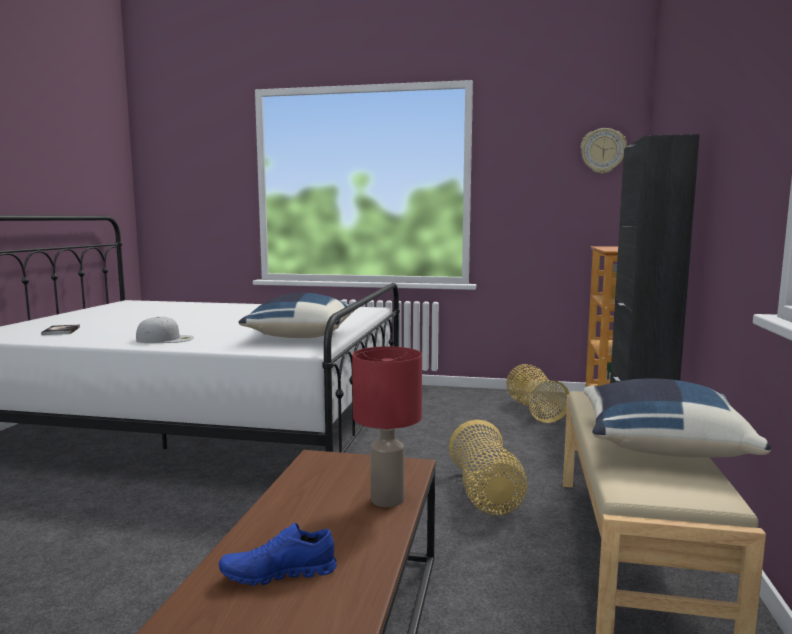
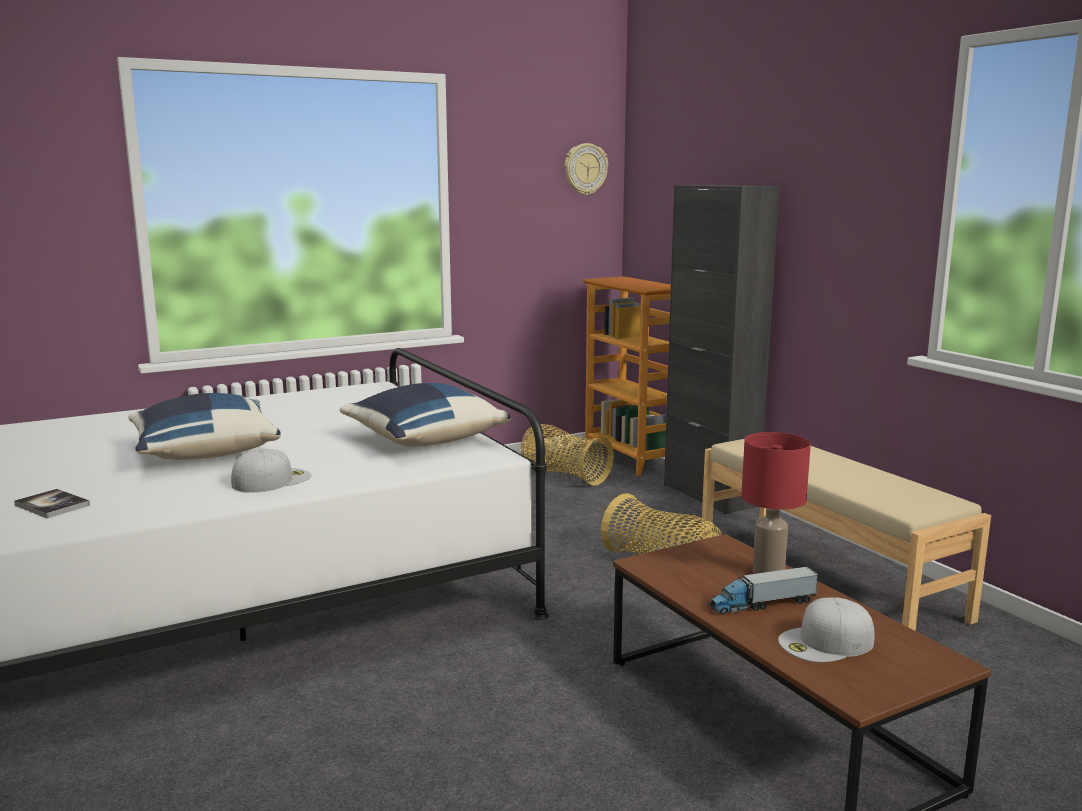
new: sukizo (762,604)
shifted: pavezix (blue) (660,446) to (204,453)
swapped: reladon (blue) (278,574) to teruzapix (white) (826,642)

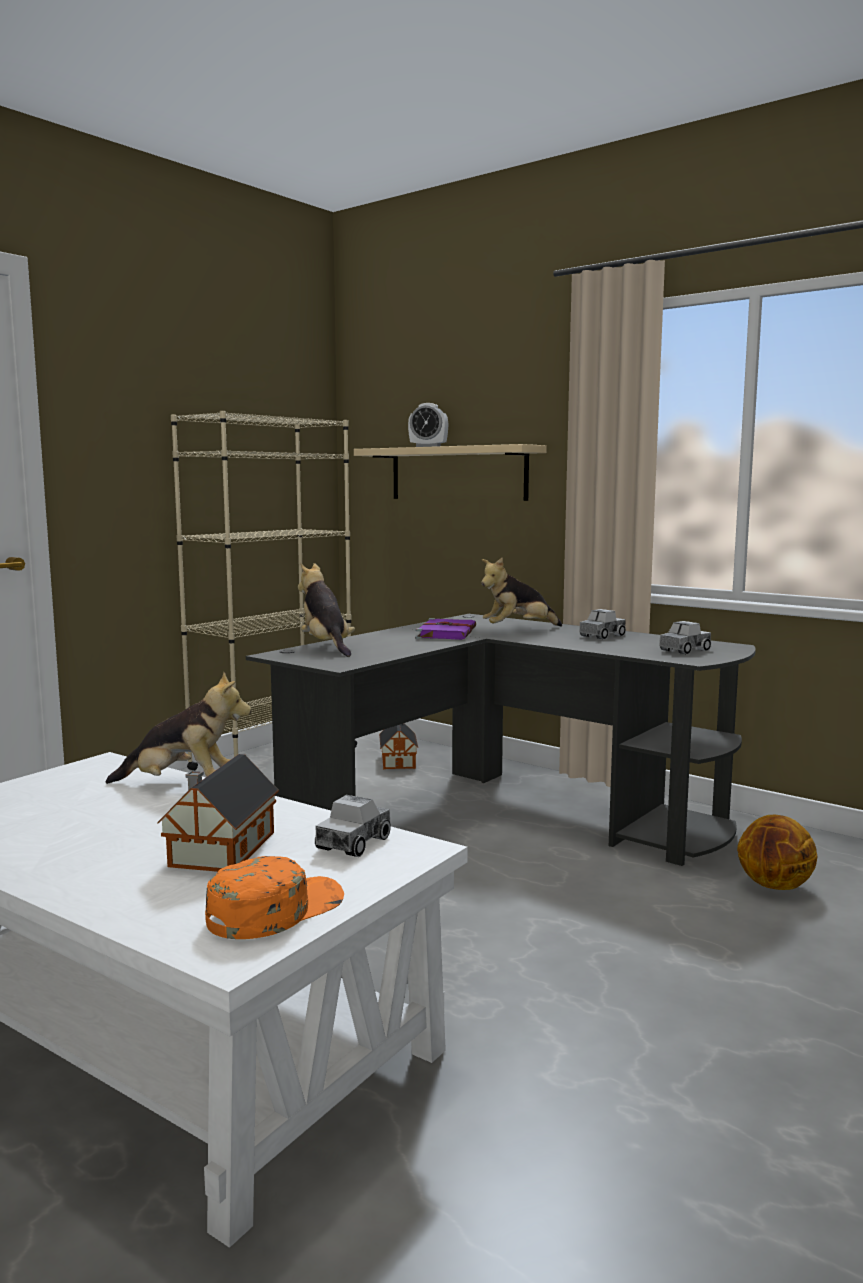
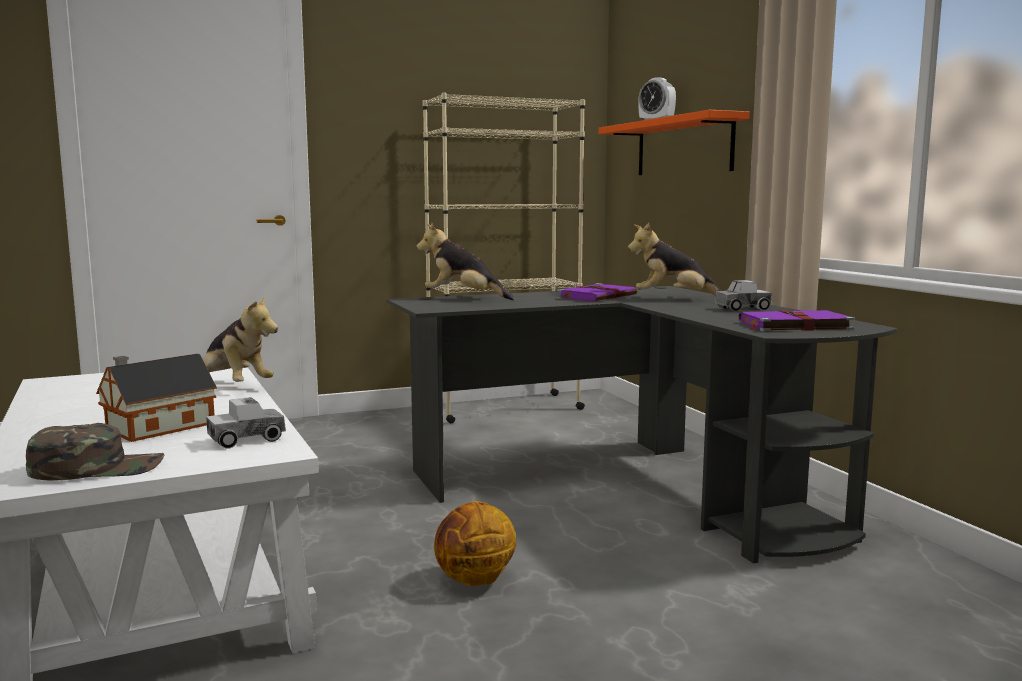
gone: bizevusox (399,760)
shifted: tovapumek (774,886) to (475,581)
swapped: sukizo (684,650) to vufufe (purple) (792,325)
repainted: teruzapix (orange) (275,910) to teruzapix (green) (97,468); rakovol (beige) (457,473) to rakovol (orange) (683,147)
rotated: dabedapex (326,647) = (463,298) 75 degrees counterclockwise

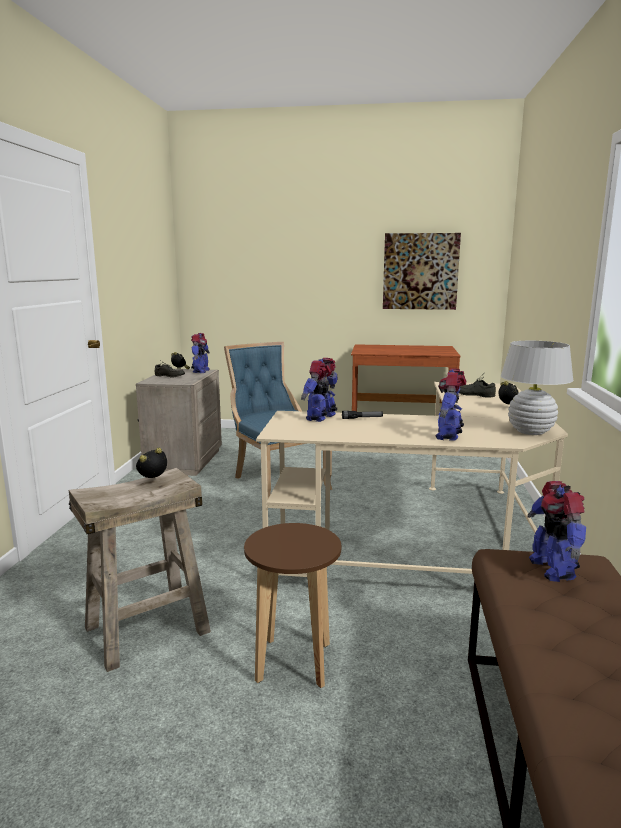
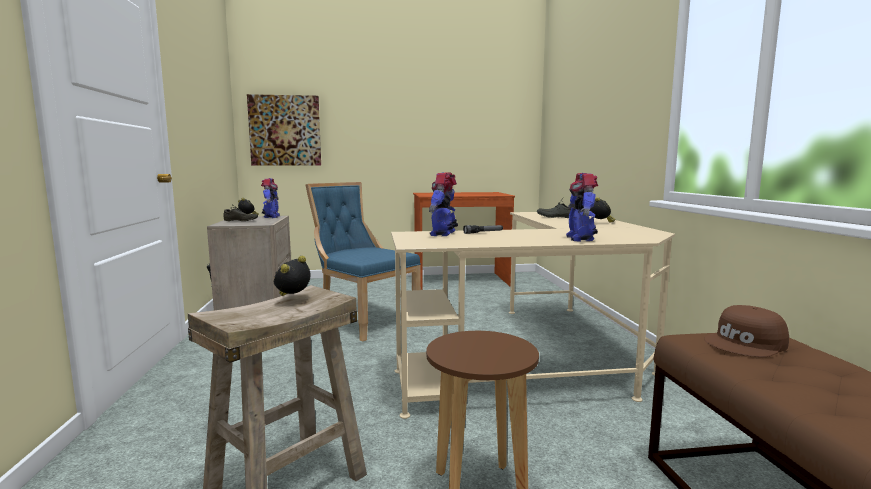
gone: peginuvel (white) (530,431)
shifted: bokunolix (420,271) to (285,130)
swapped: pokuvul (552,568) to teruzapix (brown) (746,343)

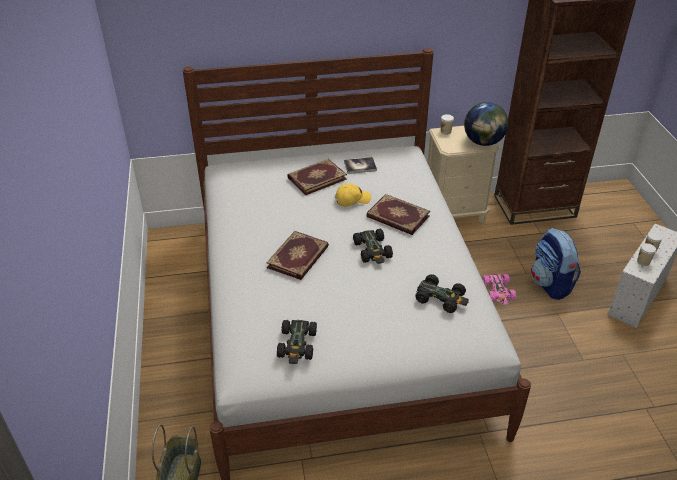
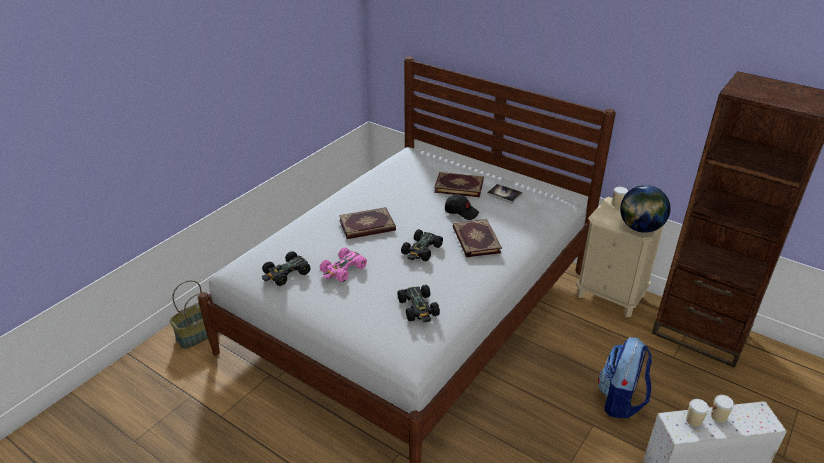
shifted: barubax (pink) (498,292) to (343,269)
repainted: teruzapix (yellow) (352,199) to teruzapix (black) (461,212)

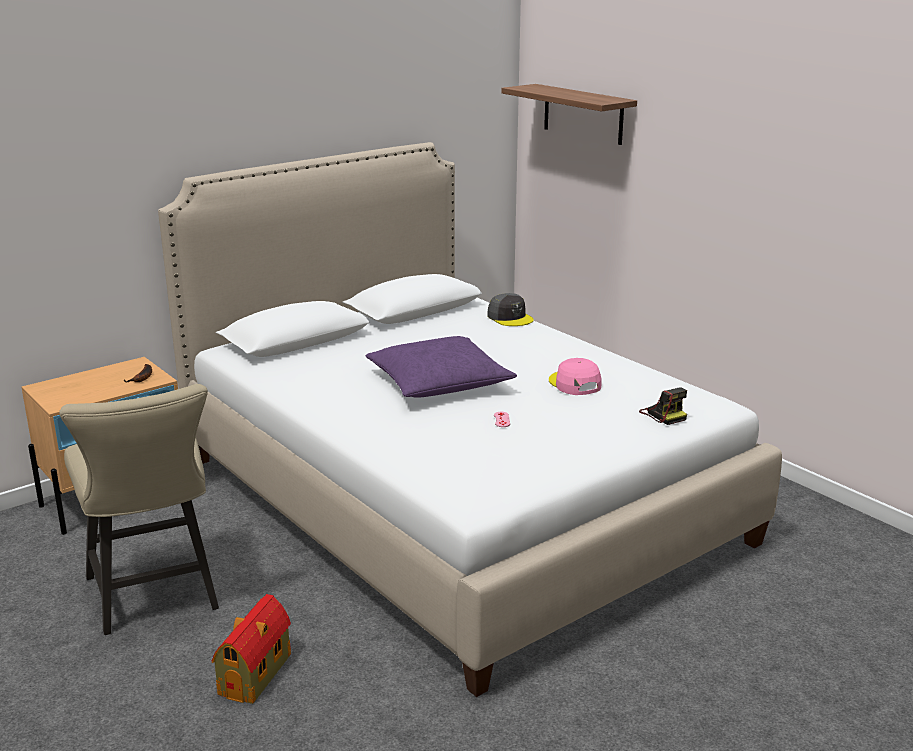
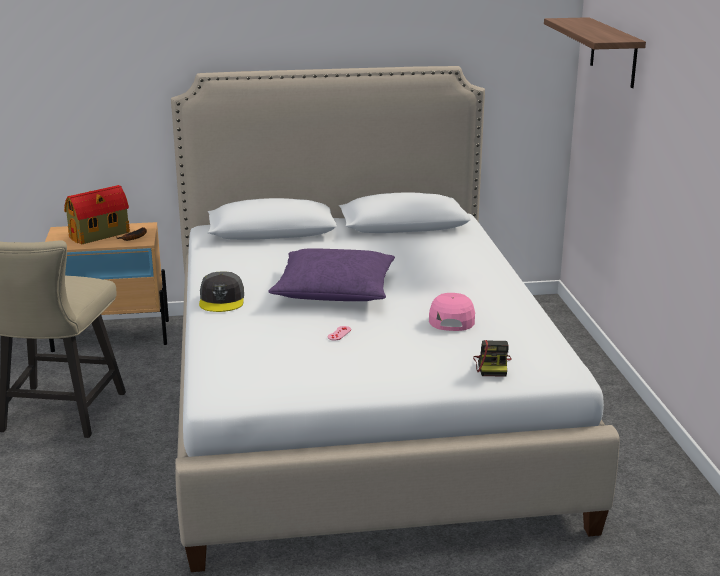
shifted: bizevusox (256,673) to (101,235); teruzapix (grey) (510,317) to (222,300)

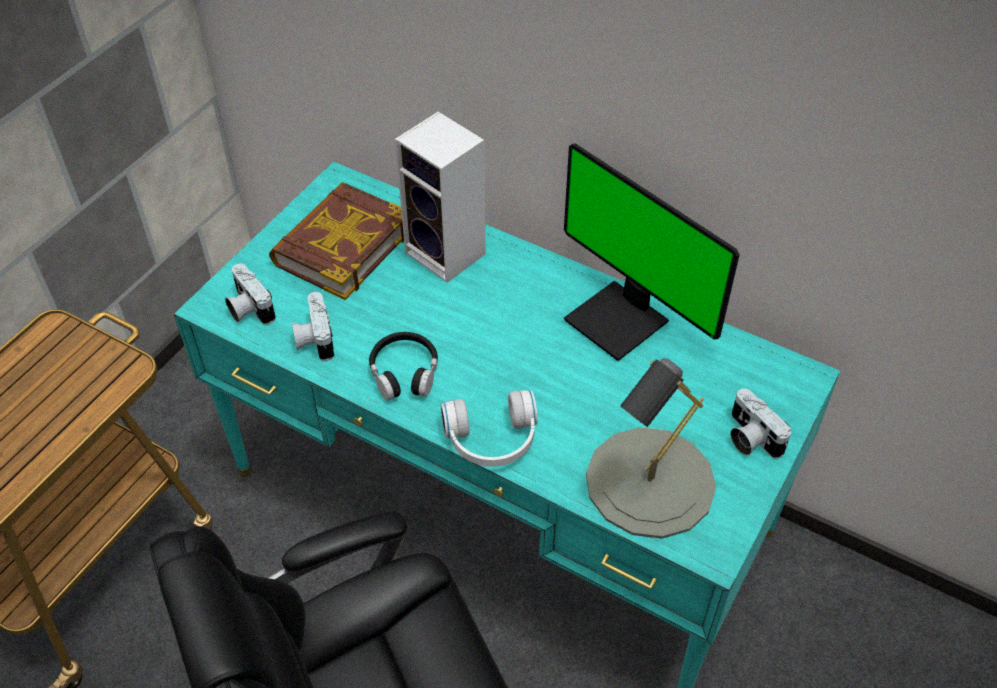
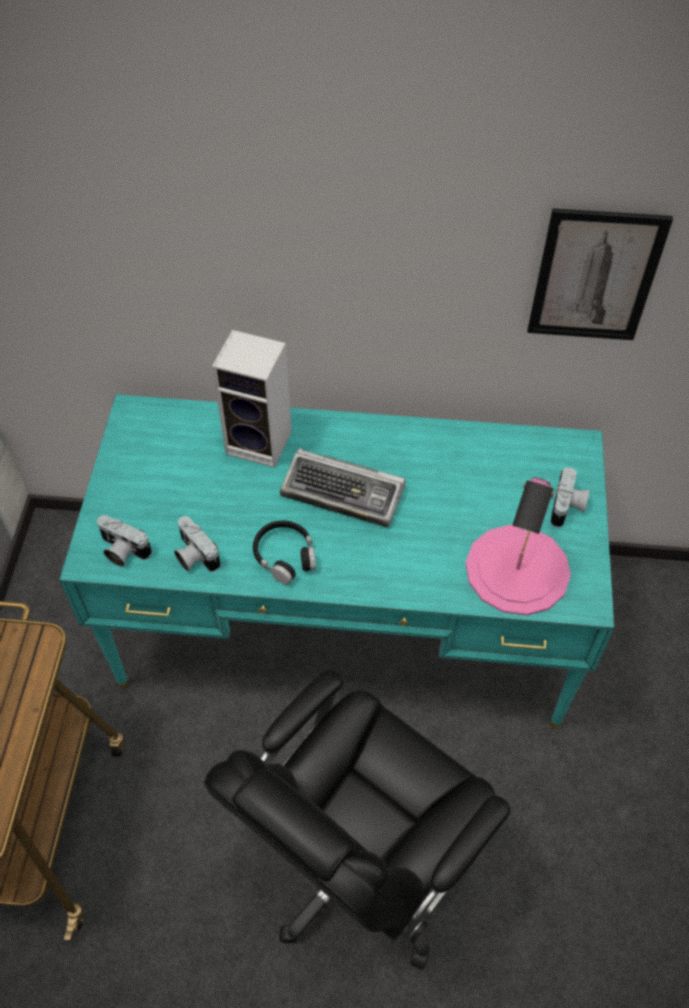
gone: vufufe (342,247); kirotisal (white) (492,441); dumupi (620,320)
new: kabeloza (344,492); bokunolix (595,276)
repainted: peginuvel (grey) (650,482) to peginuvel (pink) (517,570)
rotated: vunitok (749,438) = (568,507) 105 degrees counterclockwise

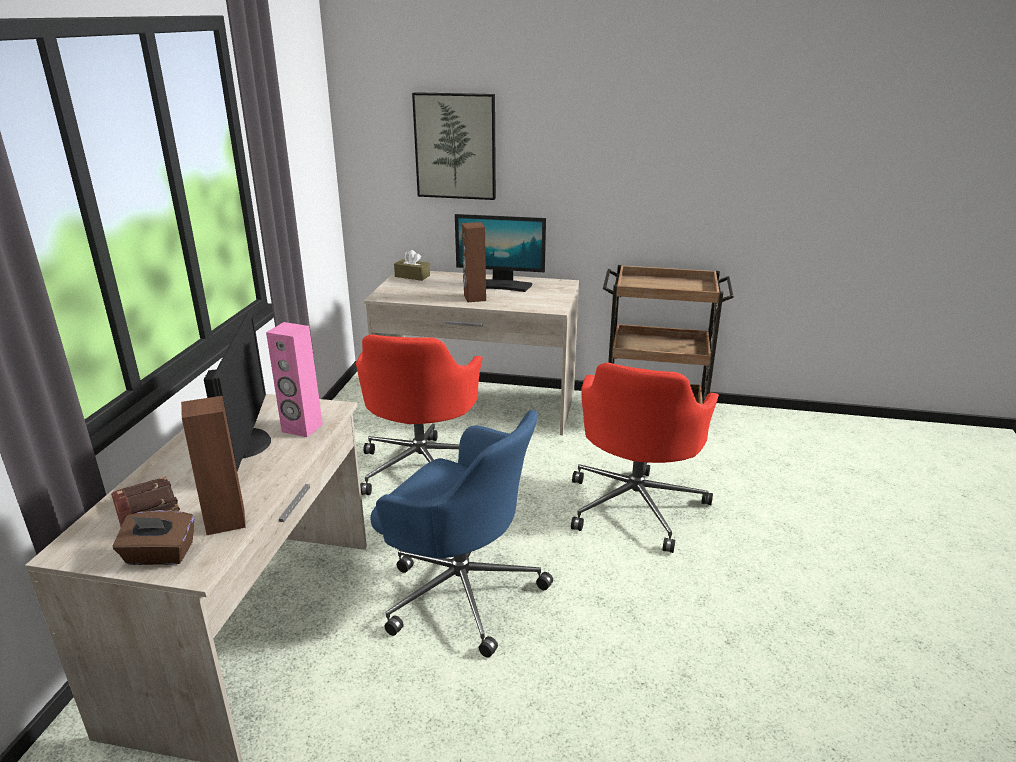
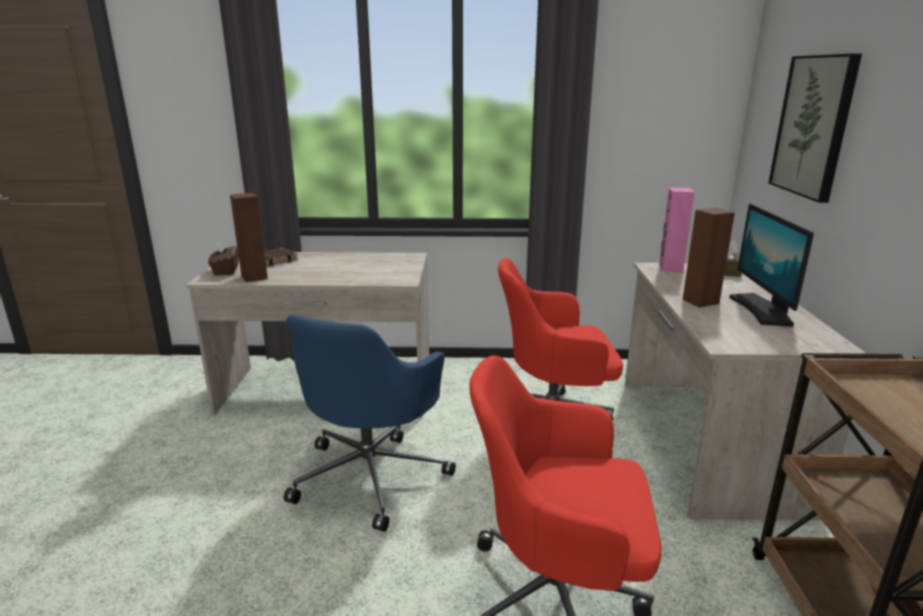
gone: dumupi (245,444)
shifted: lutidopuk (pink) (302,428) to (670,268)

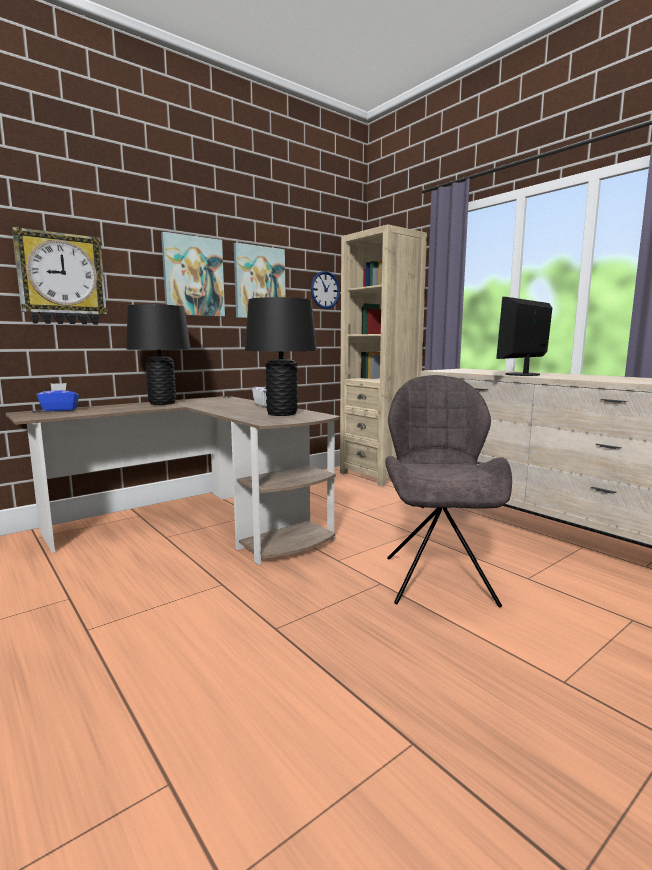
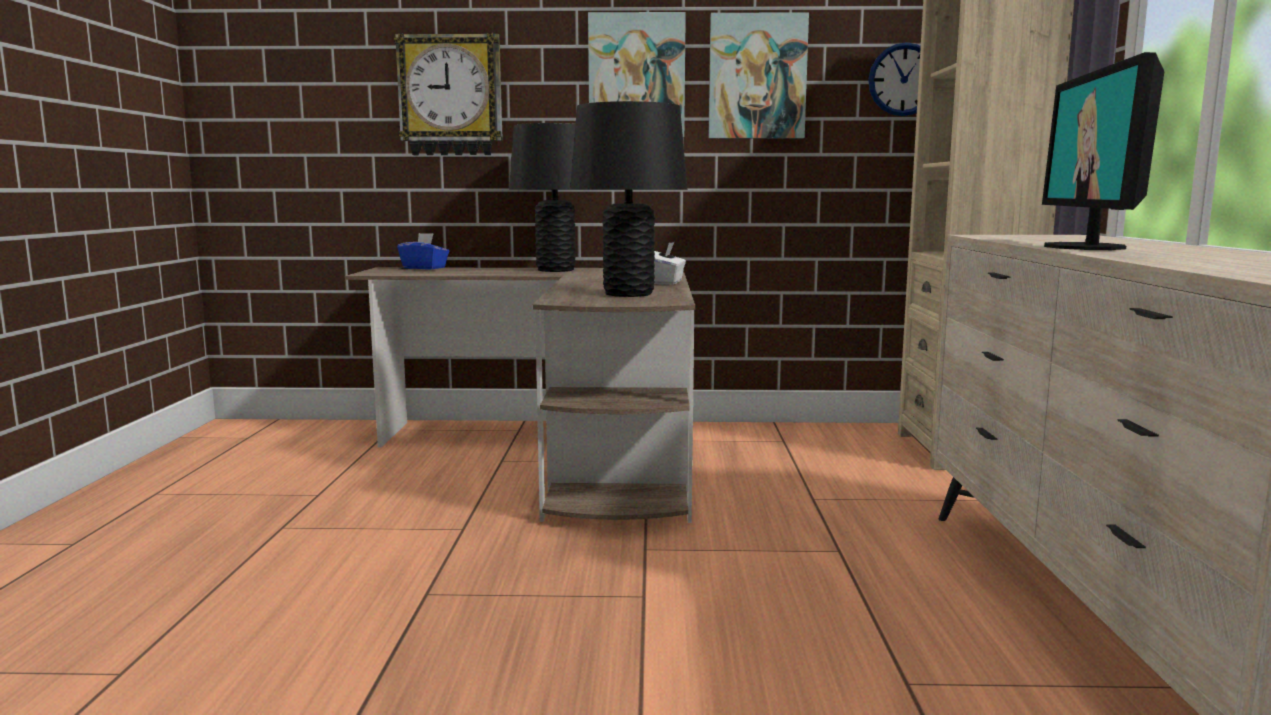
gone: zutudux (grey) (438,578)
rotated: dumupi (523,374) = (1086,247) 75 degrees counterclockwise

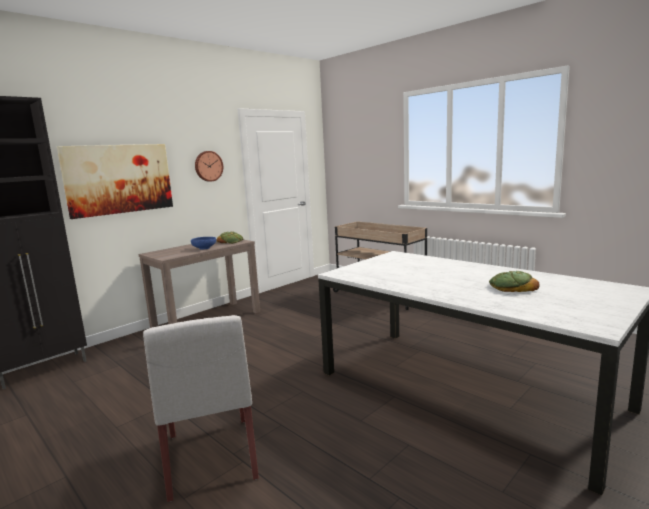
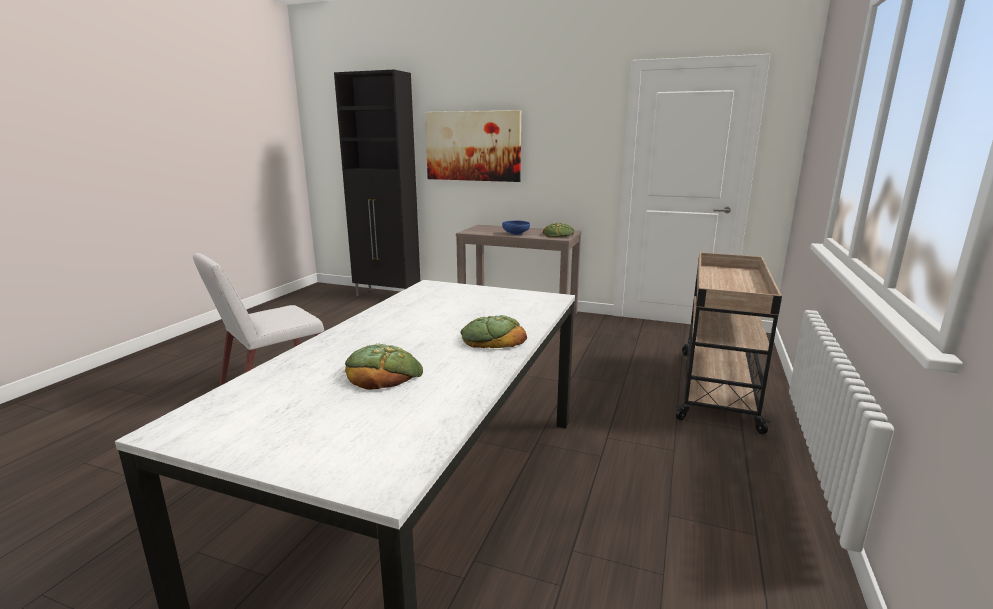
gone: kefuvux (208,166)
new: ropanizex (492,339)

